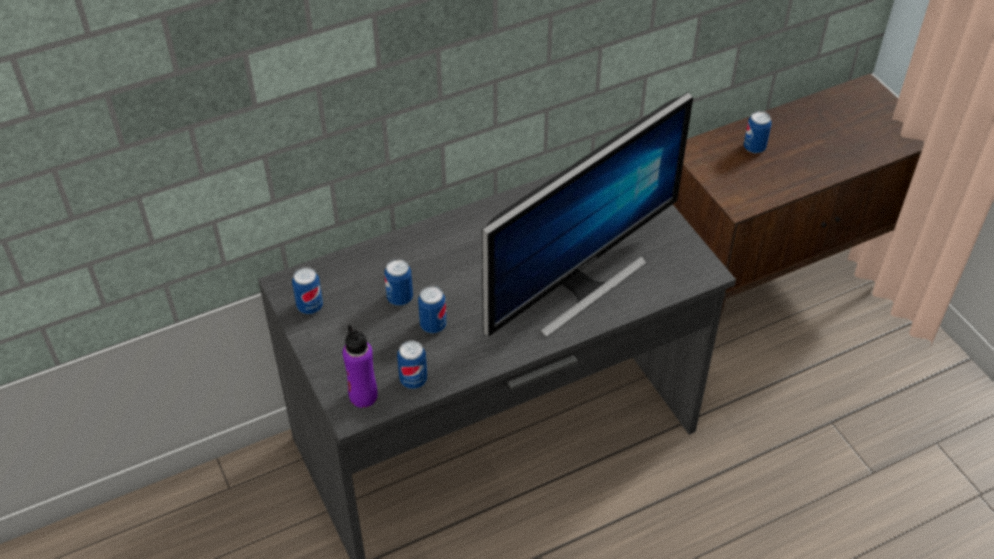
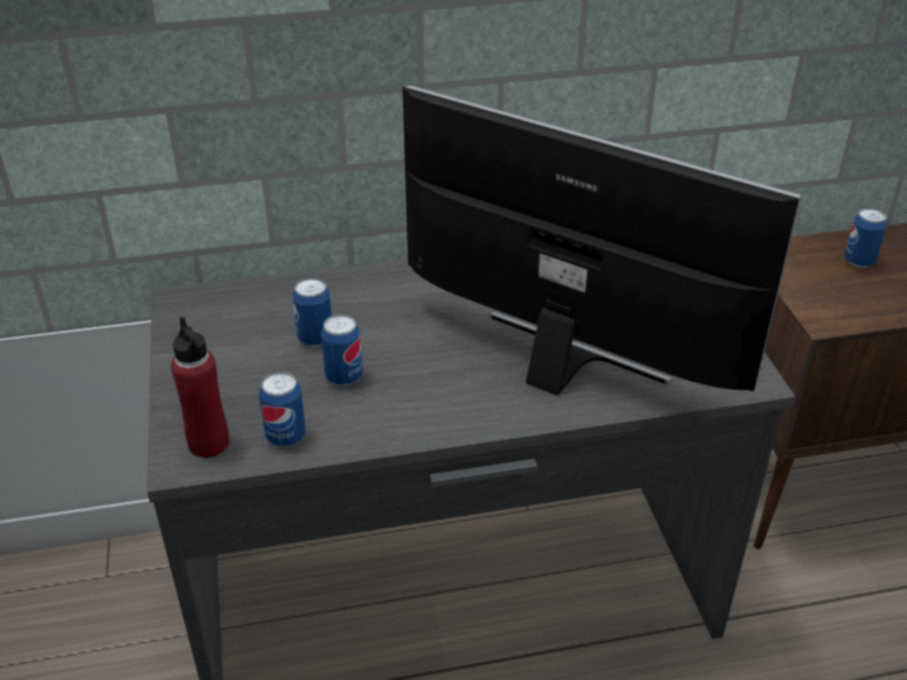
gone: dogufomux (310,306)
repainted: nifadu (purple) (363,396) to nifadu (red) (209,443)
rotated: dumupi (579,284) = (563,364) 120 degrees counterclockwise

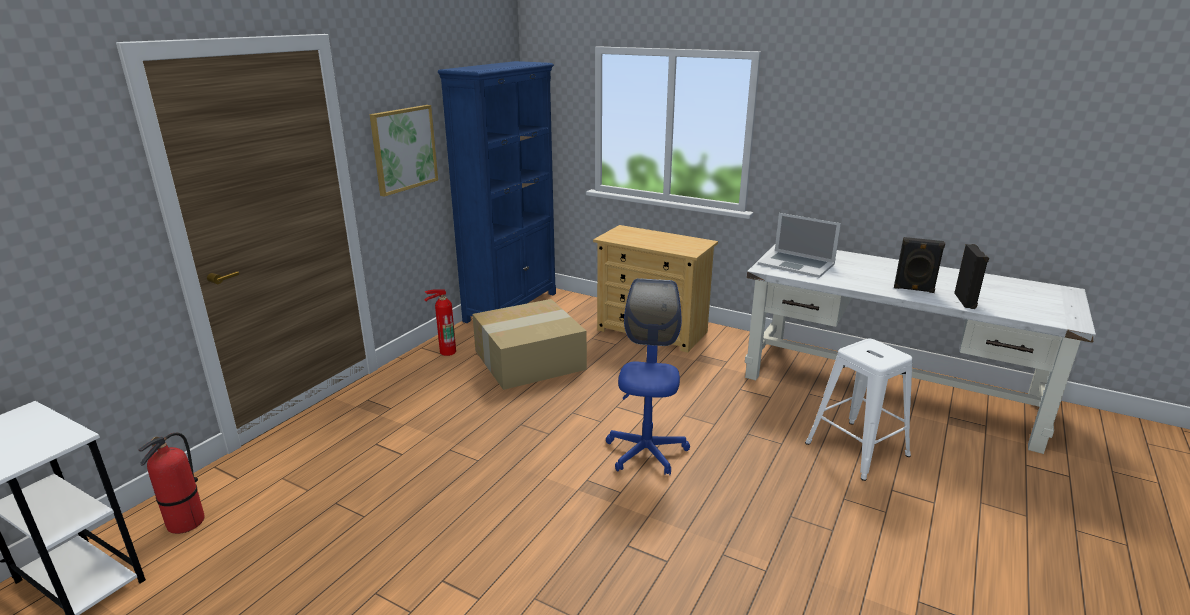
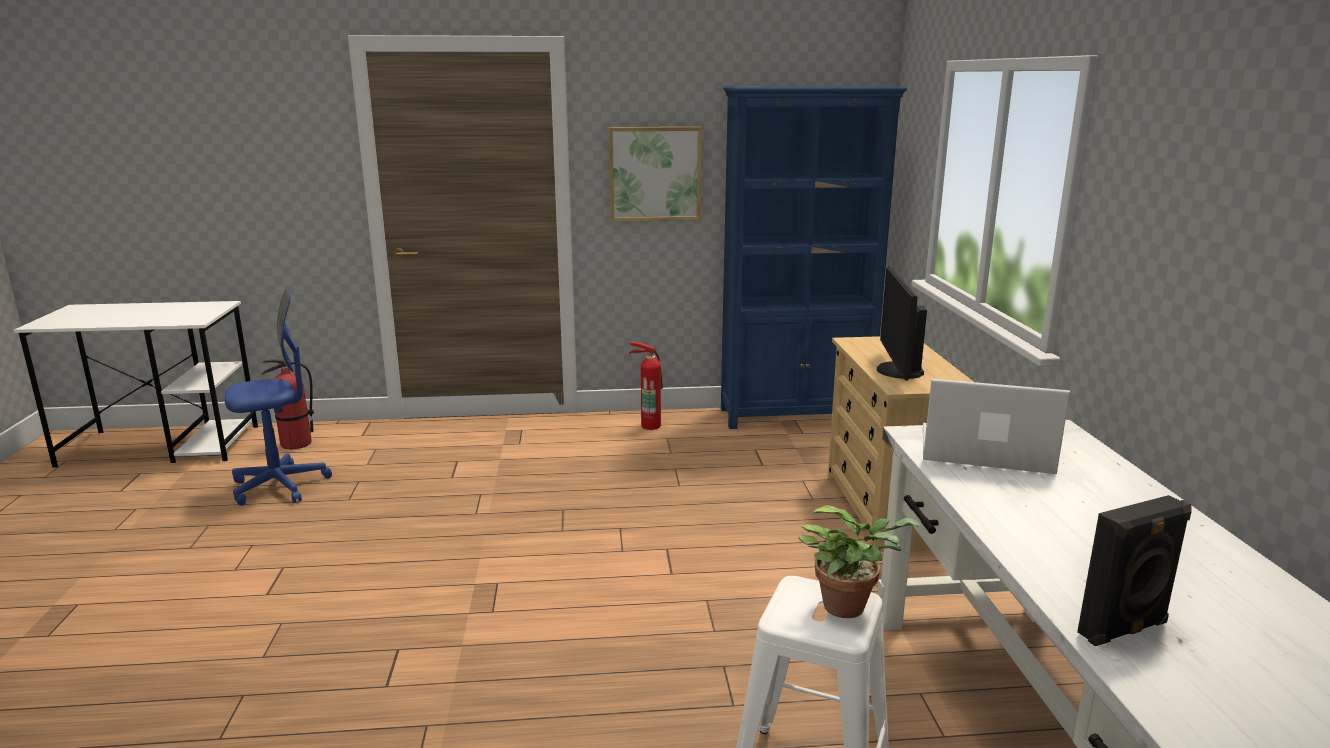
gone: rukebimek (530,359); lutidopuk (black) (913,289)
new: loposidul (849,606); dumupi (897,371)
shifted: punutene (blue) (646,452) to (280,486)
rotated: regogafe (796,264) = (985,450) 105 degrees clockwise

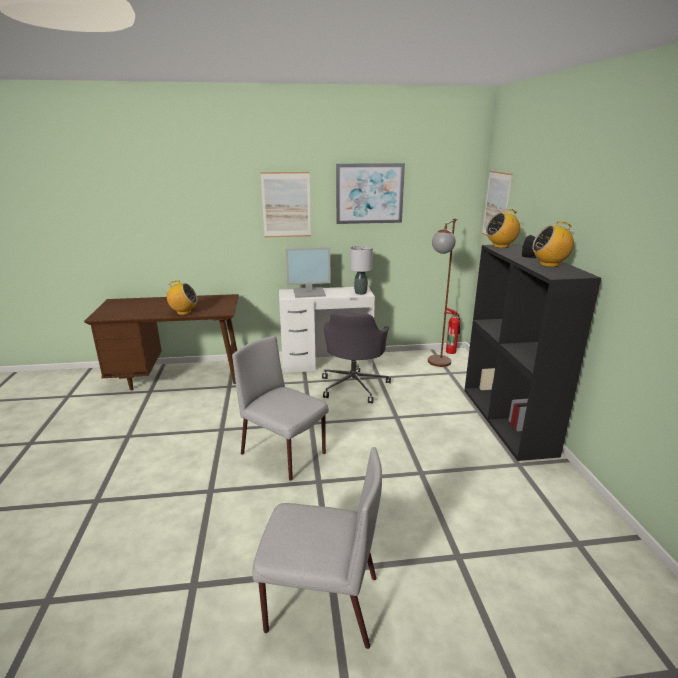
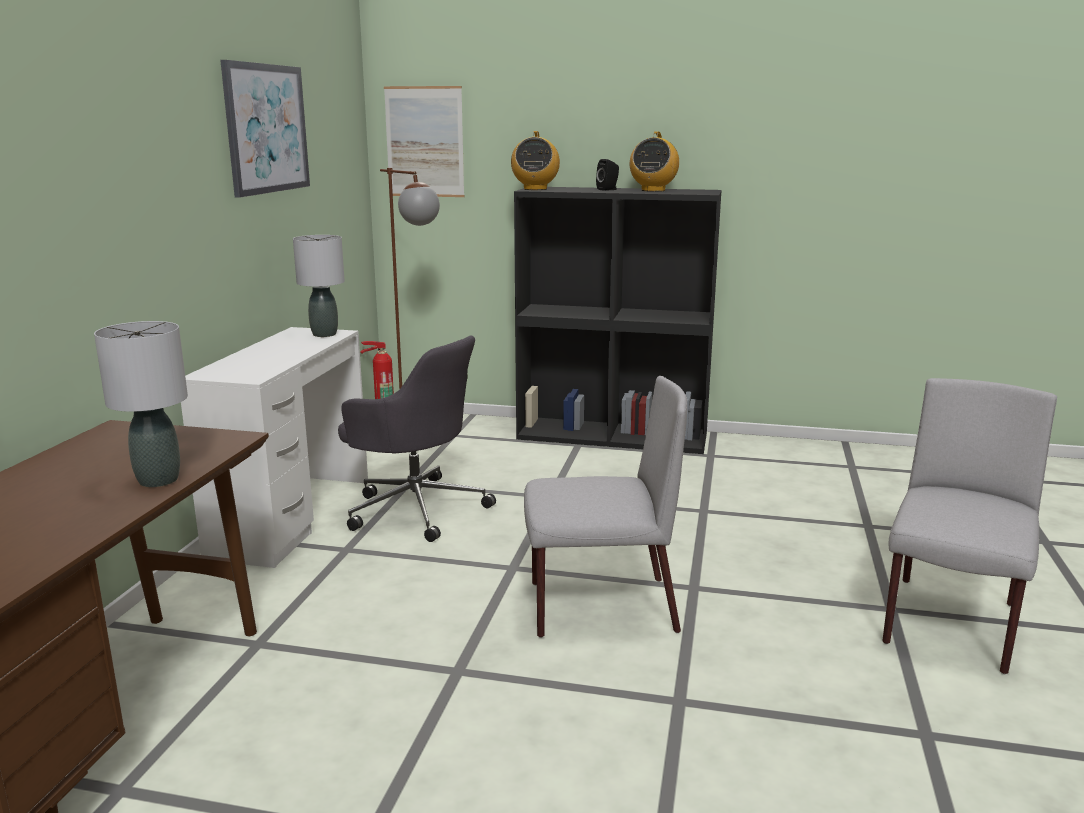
gone: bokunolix (286,205); dumupi (309,292)
swapped: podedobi (183,312) to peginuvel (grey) (157,480)
rotated: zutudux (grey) (284,454) = (599,607) 150 degrees counterclockwise

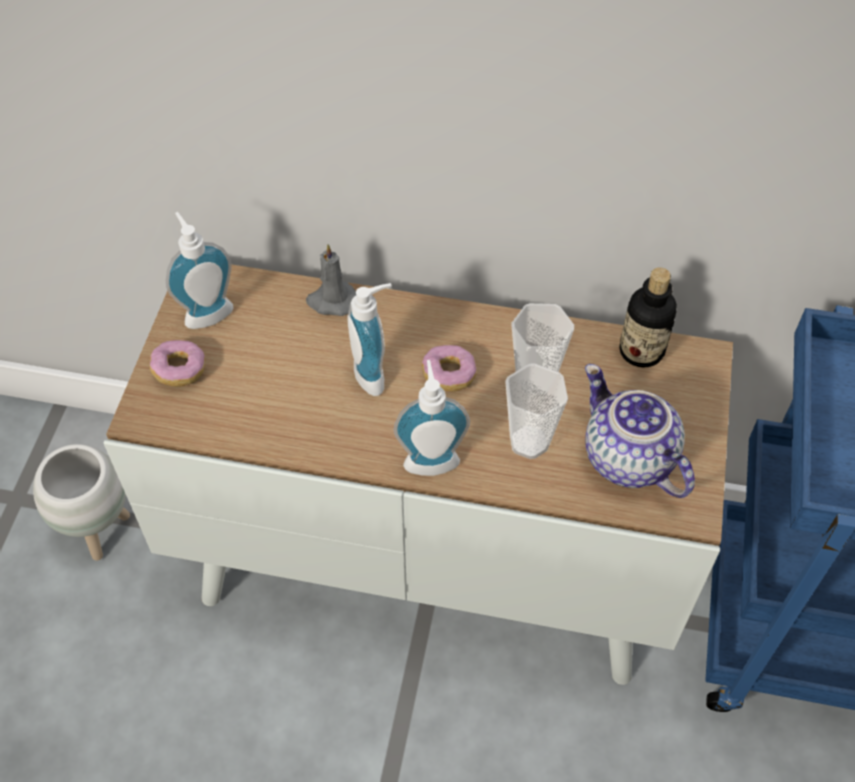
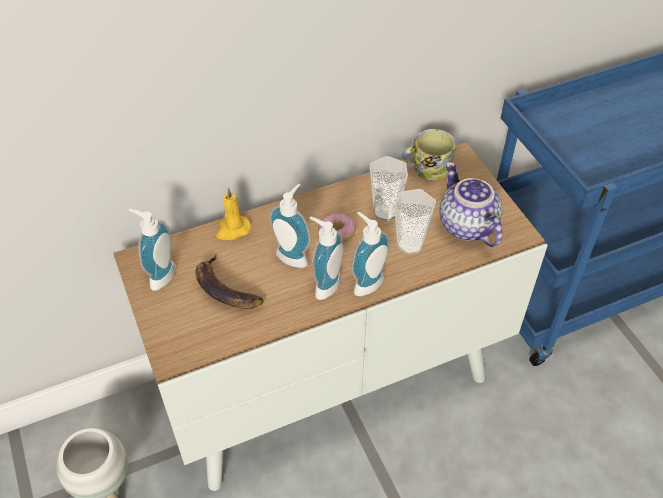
gone: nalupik (180,370)
new: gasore (225,289); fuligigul (324,284)
swapped: nifadu (641,351) to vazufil (426,169)
repainted: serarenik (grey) (331,301) to serarenik (yellow) (232,230)
rotated: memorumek (626,458) = (465,225) 45 degrees clockwise

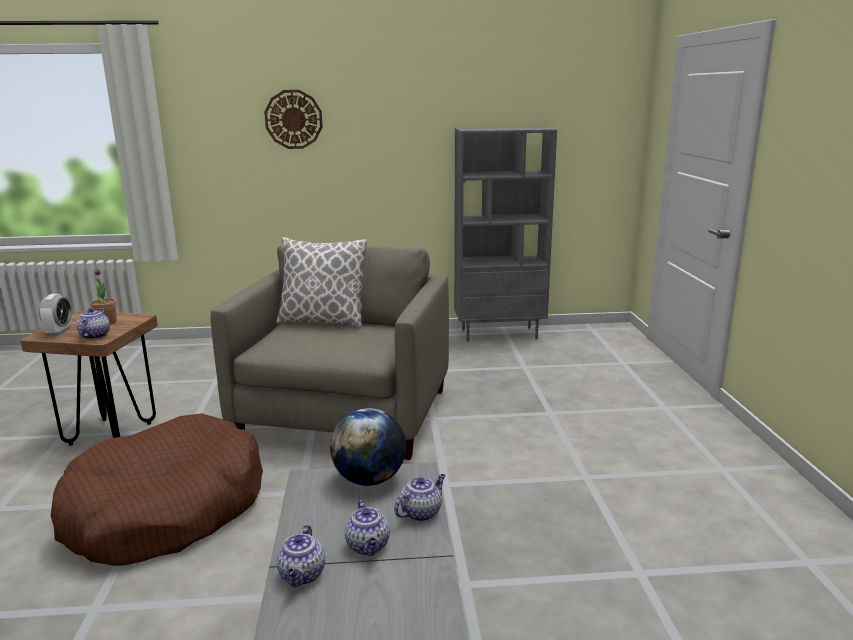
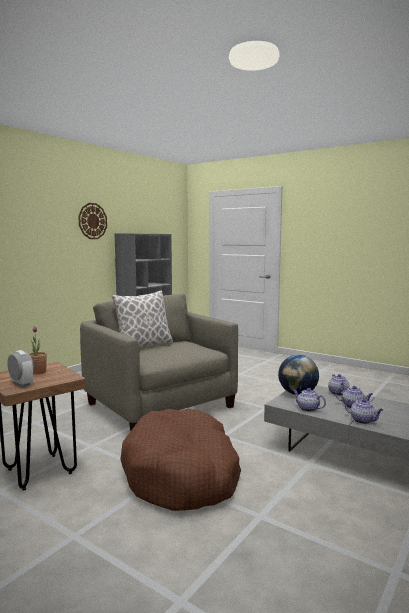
shifted: memorumek (95,336) to (307,409); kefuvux (293,119) to (92,221)

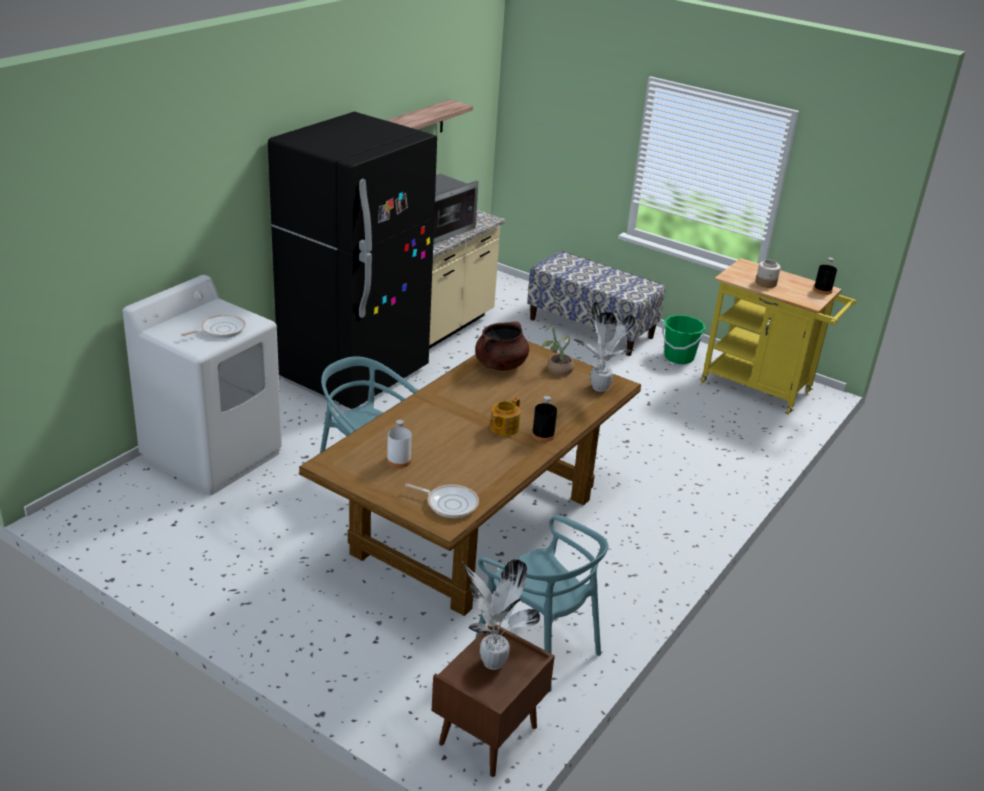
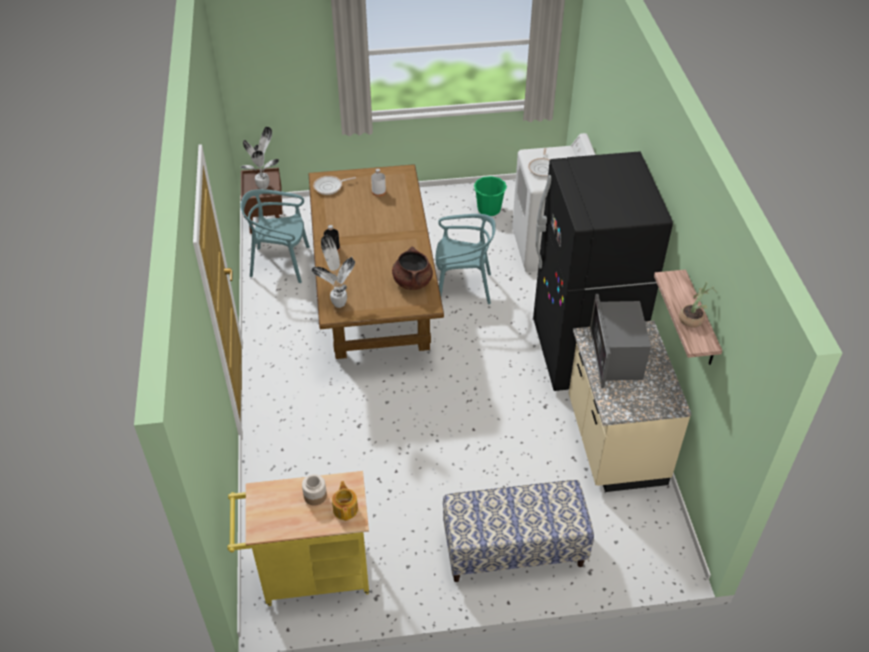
gone: nifadu (black) (822,290)
shifted: memorumek (503,428) to (345,508); loposidul (556,369) to (693,318); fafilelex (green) (678,357) to (489,209)

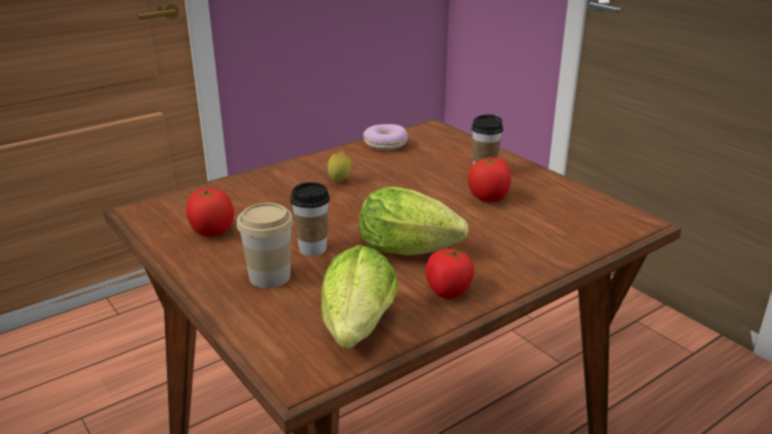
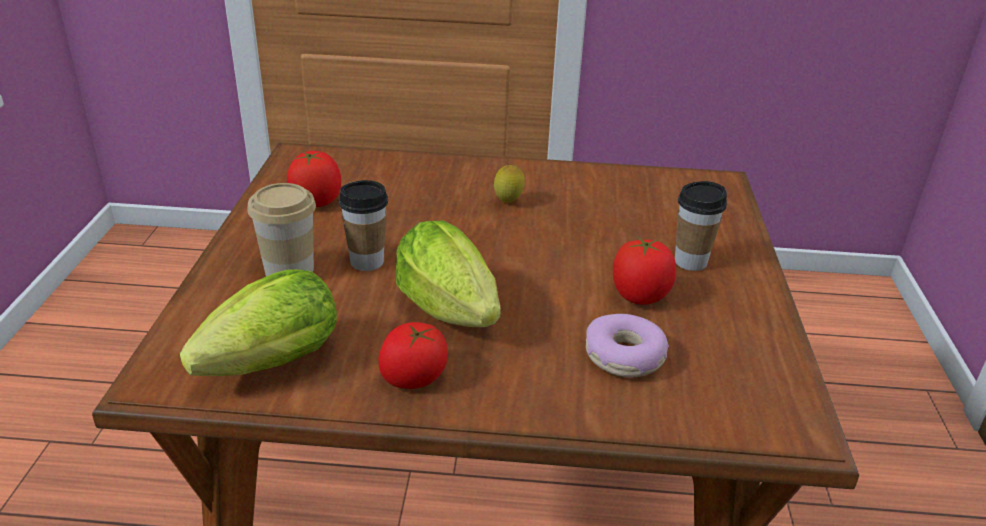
shifted: nalupik (386,144) to (624,357)

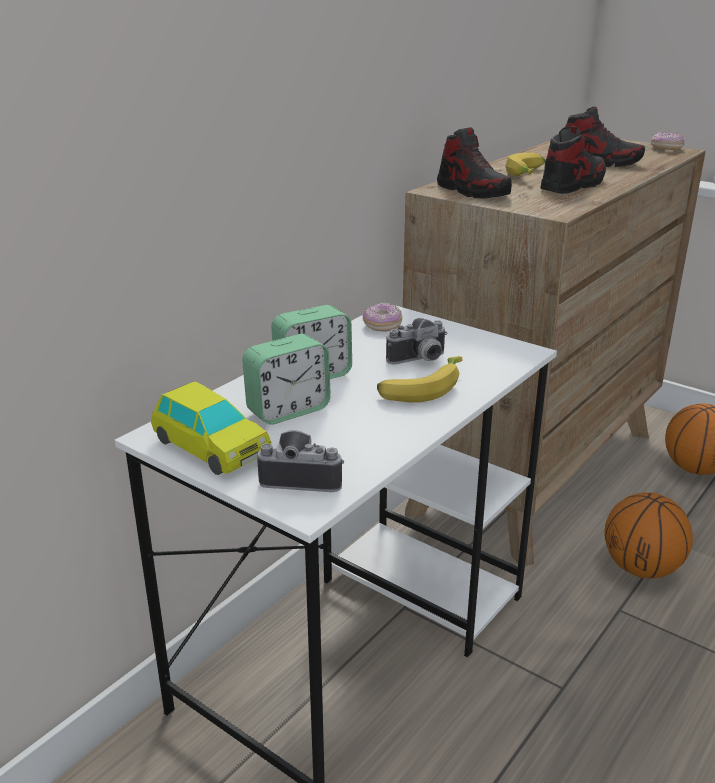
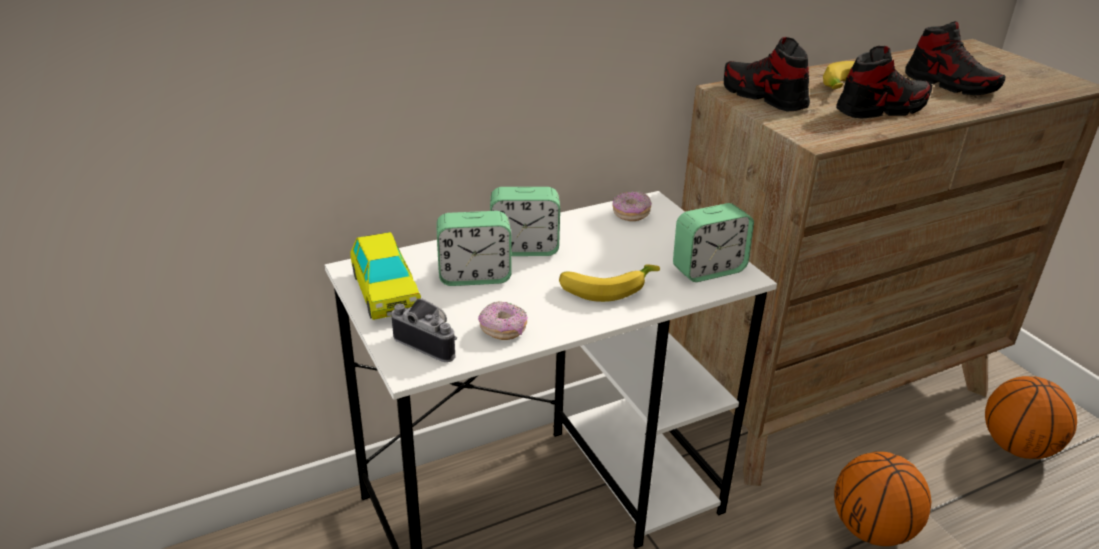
gone: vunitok (420,360)
new: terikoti (708,270)
shifted: nalupik (666,149) to (503,330)
rotated: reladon (472,191) = (763,97) 150 degrees clockwise

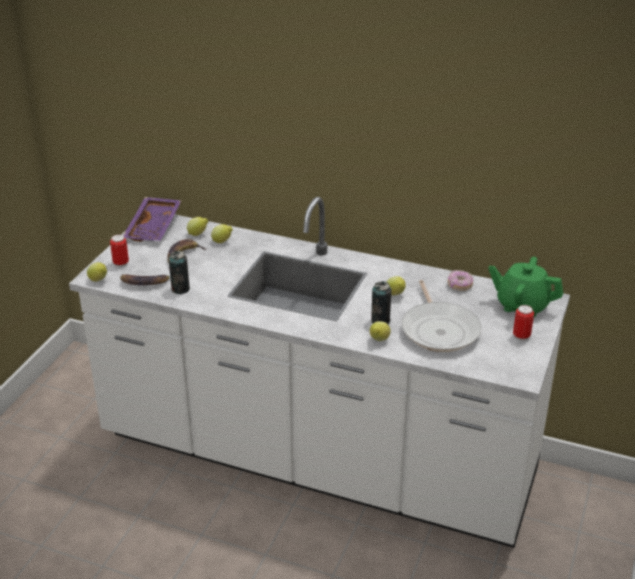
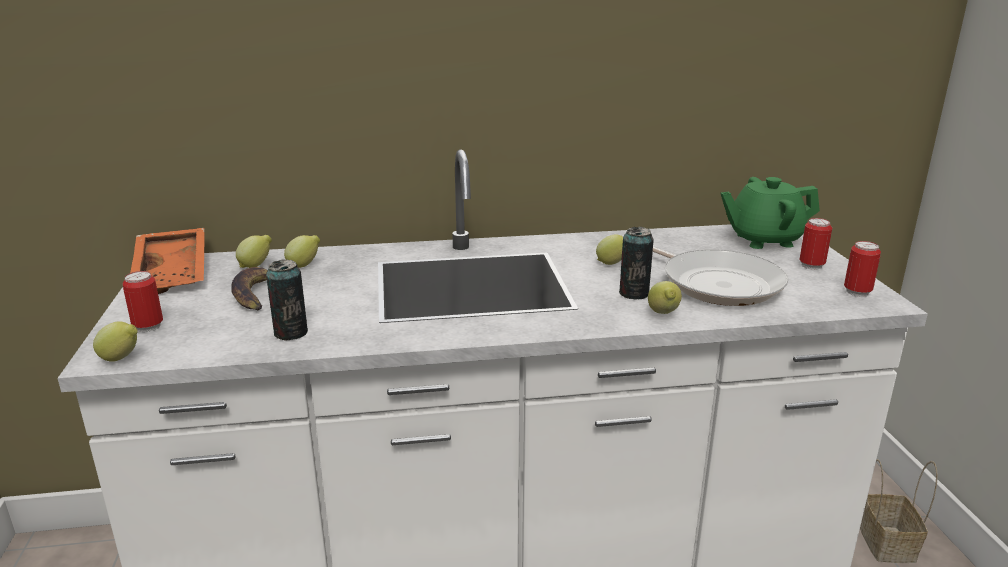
gone: gasore (143,283); nalupik (459,285)
new: dogufomux (857,292); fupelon (885,542)
repainted: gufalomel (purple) (154,227) to gufalomel (orange) (174,273)

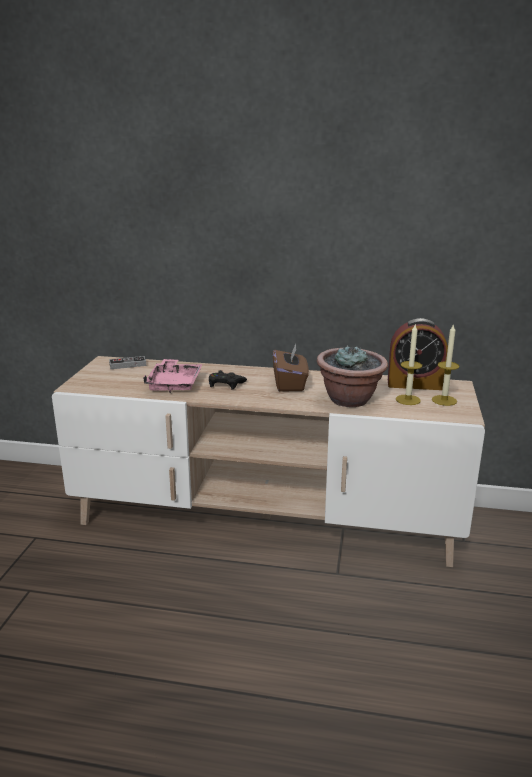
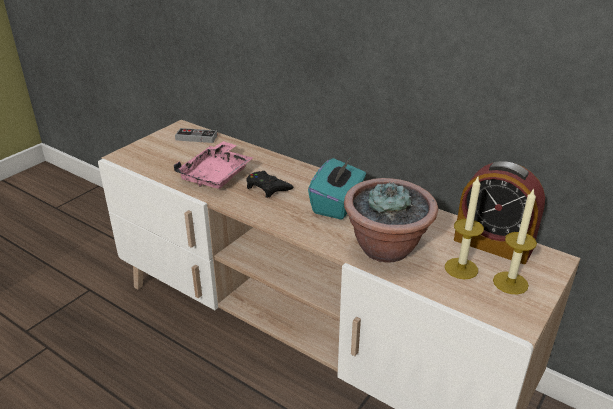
repainted: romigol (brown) (290,384) to romigol (turquoise) (337,204)

